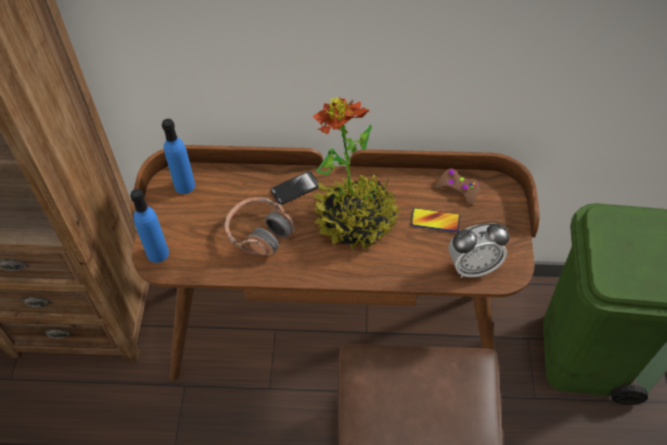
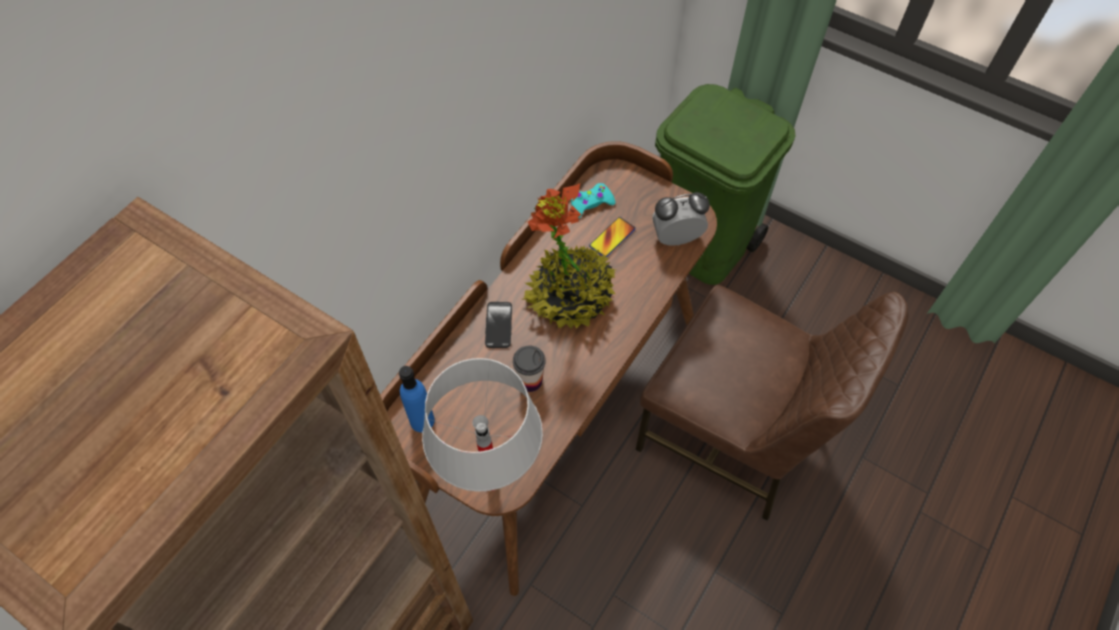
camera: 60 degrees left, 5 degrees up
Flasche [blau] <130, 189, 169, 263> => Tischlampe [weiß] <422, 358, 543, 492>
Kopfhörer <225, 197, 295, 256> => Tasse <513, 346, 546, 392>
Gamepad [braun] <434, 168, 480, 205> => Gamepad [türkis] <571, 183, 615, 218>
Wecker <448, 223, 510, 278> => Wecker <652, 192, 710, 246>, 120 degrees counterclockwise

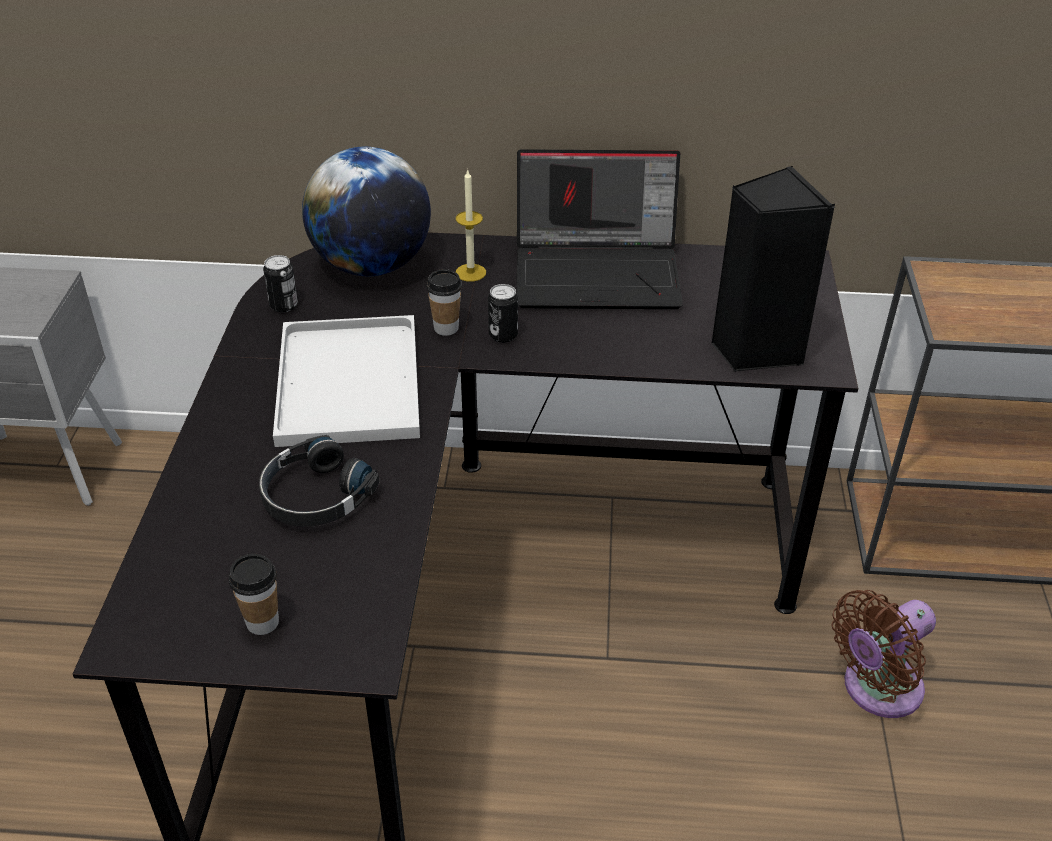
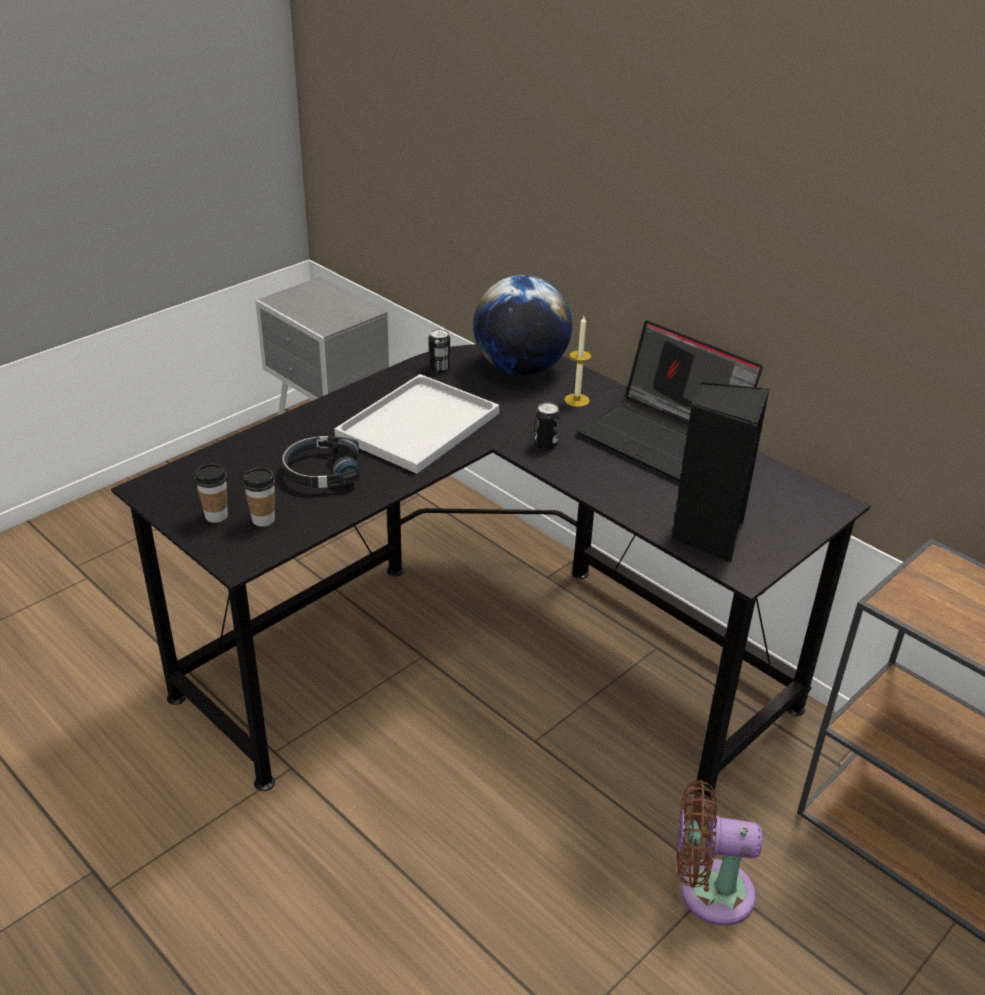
camera: 40 degrees right, 5 degrees down
Tasse <426, 269, 462, 336> => Tasse <243, 468, 275, 527>, relocated

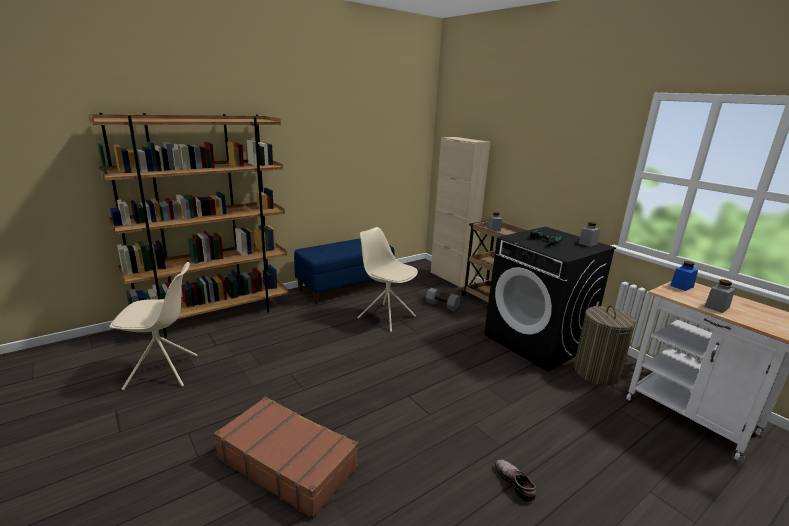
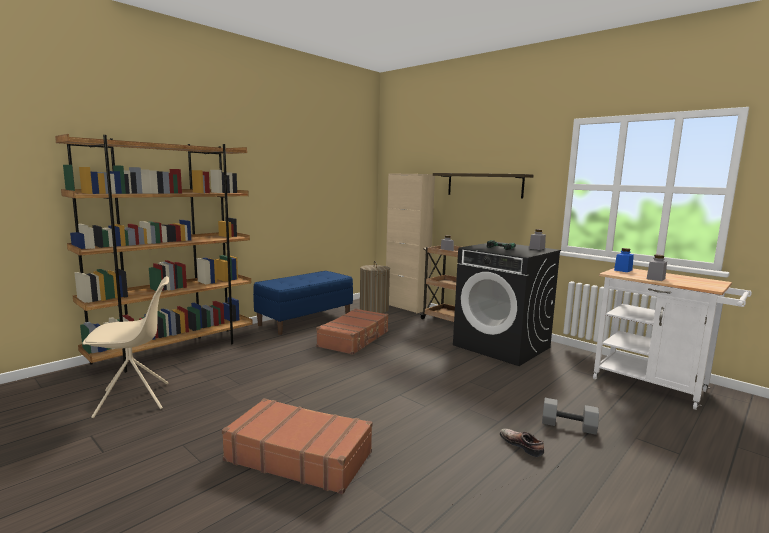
camera: 10 degrees left, 10 degrees down
Stuhl [beige] <357, 227, 418, 332> => Koffer [braun] <316, 308, 389, 355>
Wäschekorb <574, 306, 636, 386> => Wäschekorb <360, 261, 390, 313>, relocated
nothing => Wandregal <433, 173, 533, 199>
Hantel [grau] <426, 288, 460, 311> => Hantel [grau] <542, 398, 599, 435>, relocated

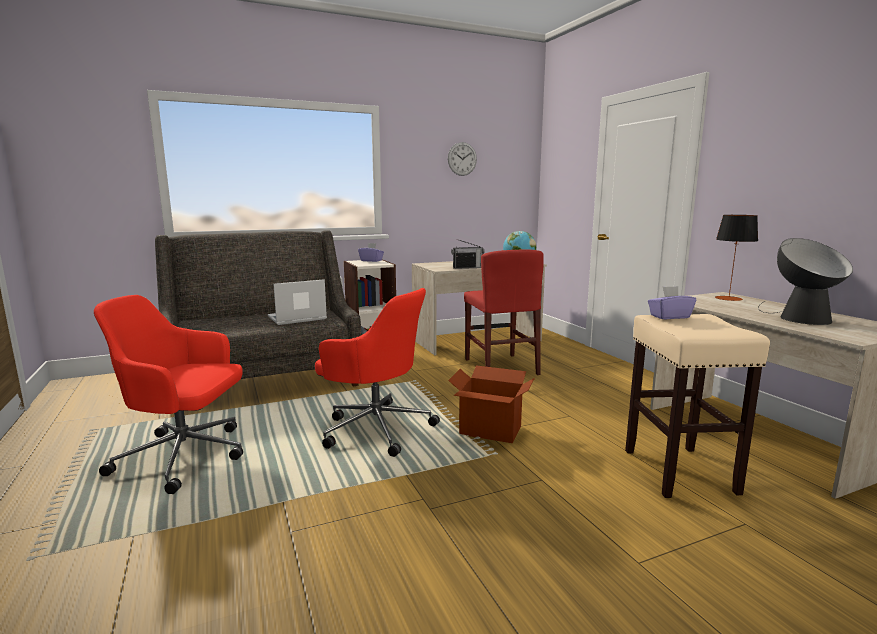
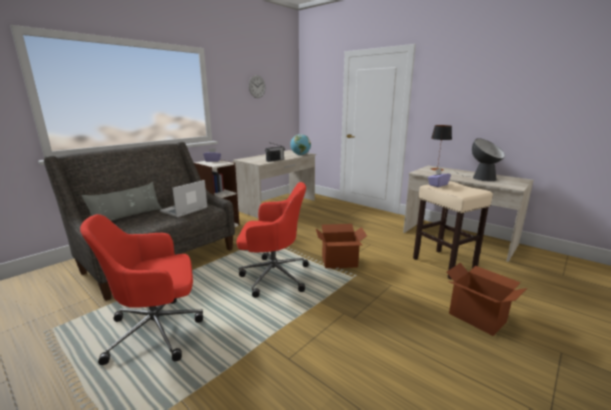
camera: 25 degrees left, 5 degrees up
nothing => Kissen [grau] <81, 182, 162, 221>
nothing => Karton <447, 263, 527, 336>
Stuhl [rot] <464, 249, 544, 375> => nothing

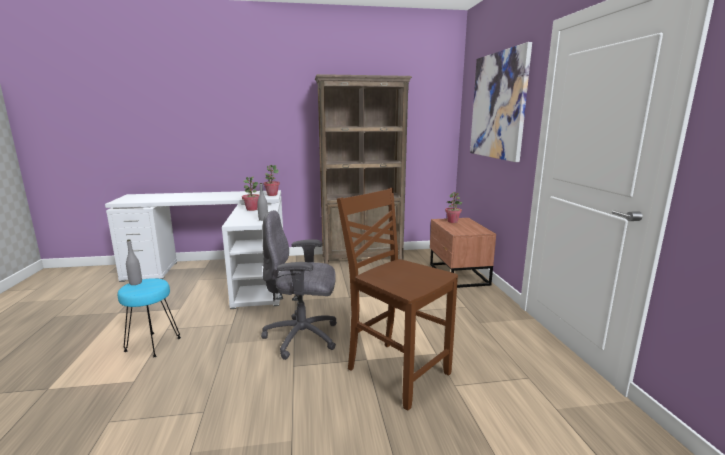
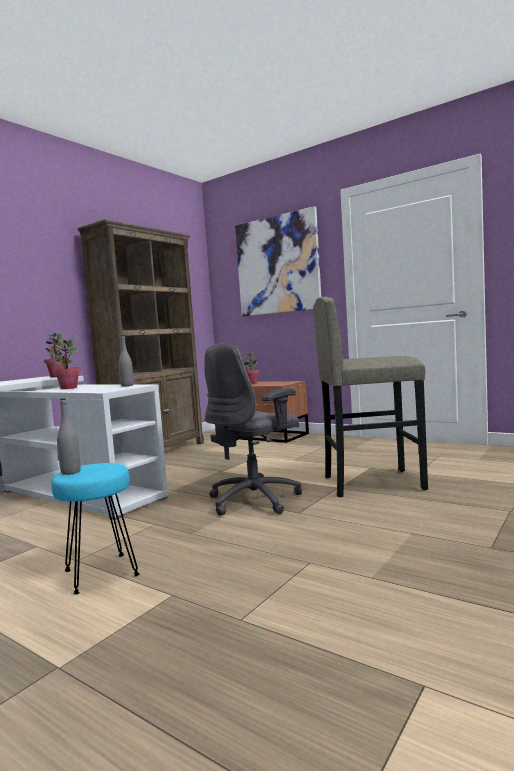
camera: 45 degrees left, 10 degrees down
Stuhl [braun] <337, 188, 458, 411> => Hocker [grau] <313, 297, 428, 497>

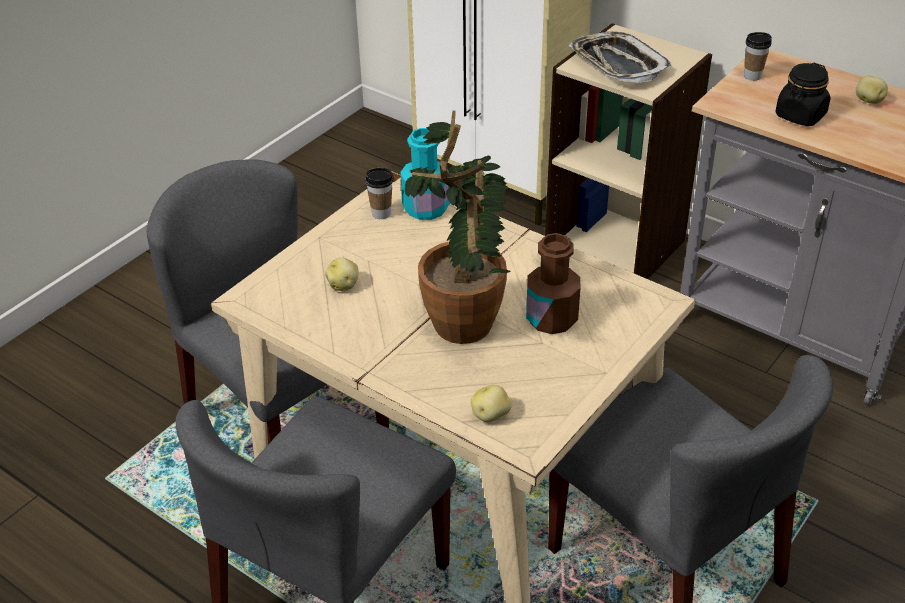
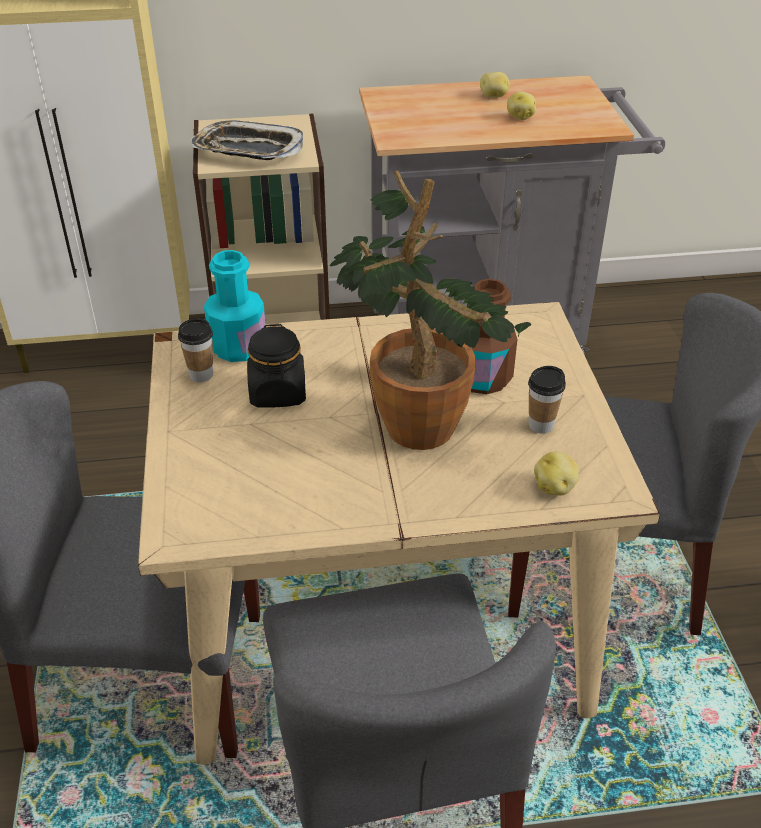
camera: 45 degrees left, 0 degrees up
Vorratsglas [schwarz] <775, 63, 830, 126> => Vorratsglas [schwarz] <247, 324, 306, 408>, relocated
Kartoffel <325, 257, 359, 291> => Kartoffel <507, 92, 536, 120>, relocated
Tasse <744, 32, 772, 81> => Tasse <528, 366, 566, 434>, relocated

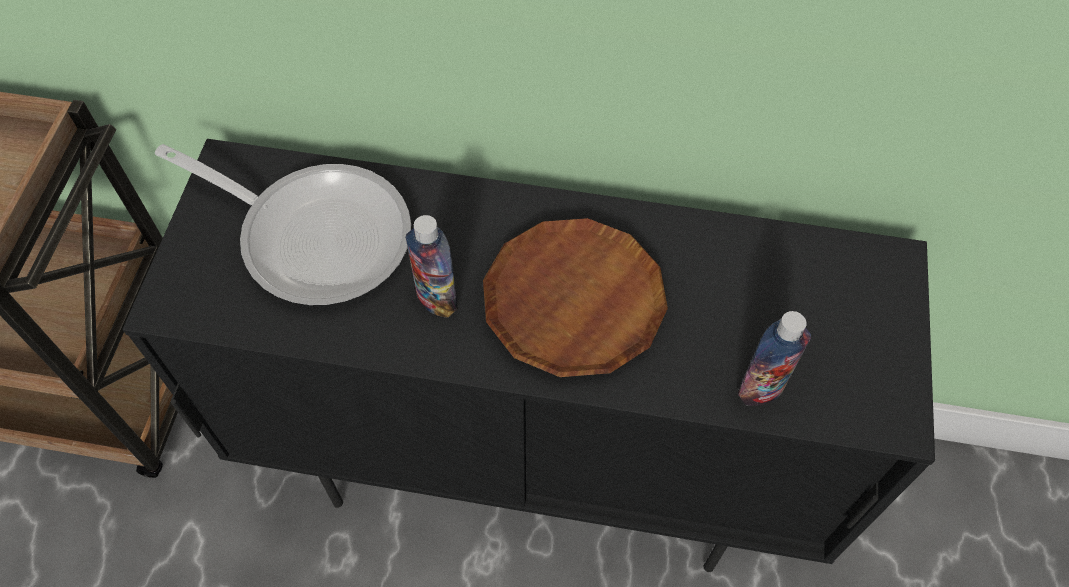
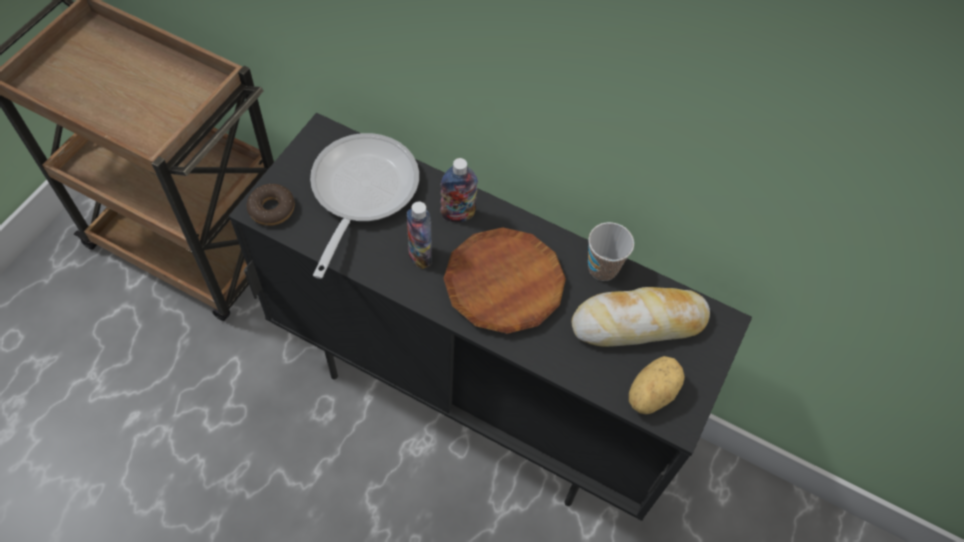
camera: 15 degrees right, 0 degrees up
nothing => Donut <247, 184, 295, 226>
Pfanne <155, 144, 411, 305> => Pfanne <310, 133, 419, 279>, 120 degrees counterclockwise
Flasche <737, 311, 811, 406> => Flasche <440, 158, 478, 222>, relocated
nothing => Brot <572, 287, 710, 347>
nothing => Tasse <588, 222, 634, 281>
nothing => Kartoffel <629, 356, 685, 414>

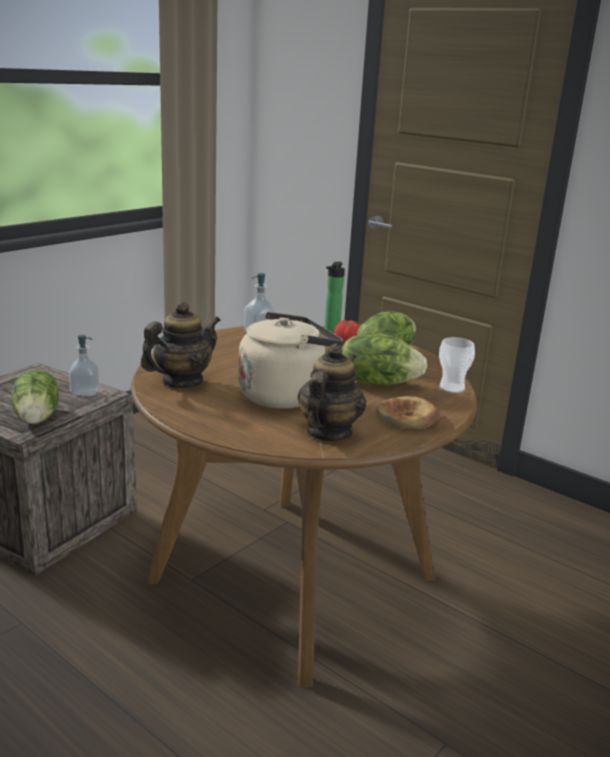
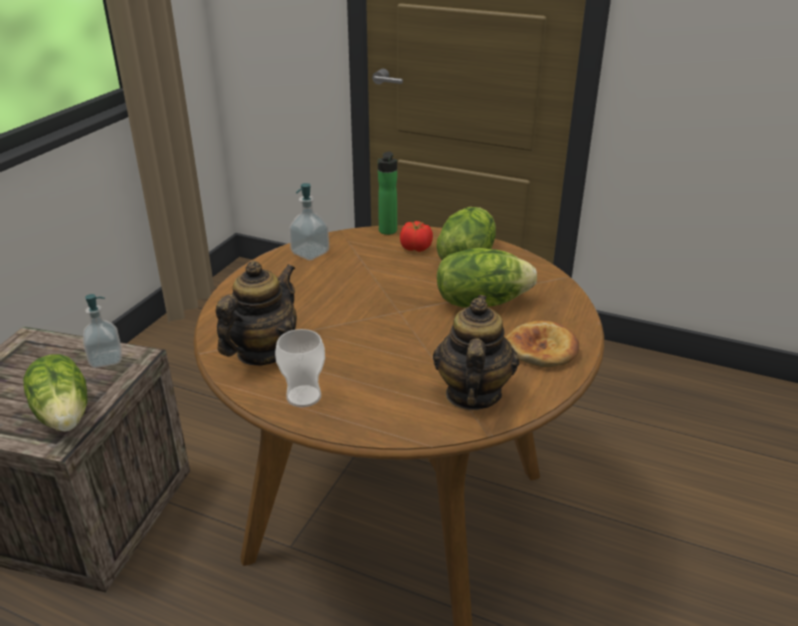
camera: 15 degrees left, 10 degrees up
Tasse <439, 337, 475, 393> => Tasse <275, 329, 325, 407>, relocated
Wasserkessel [beige] <238, 312, 343, 409> => nothing

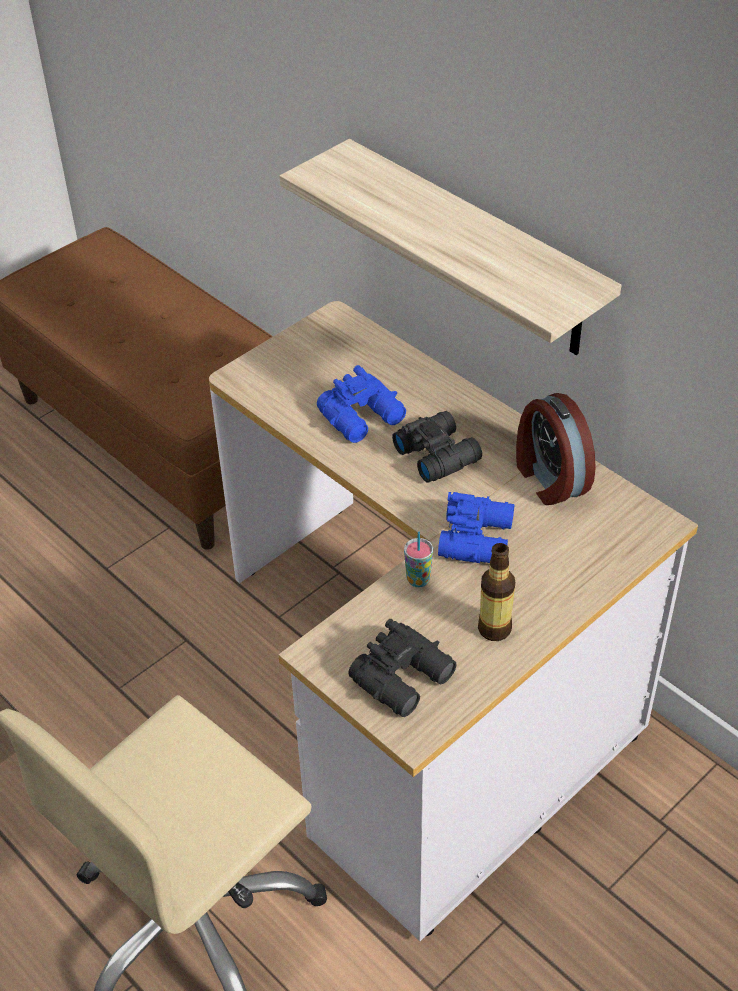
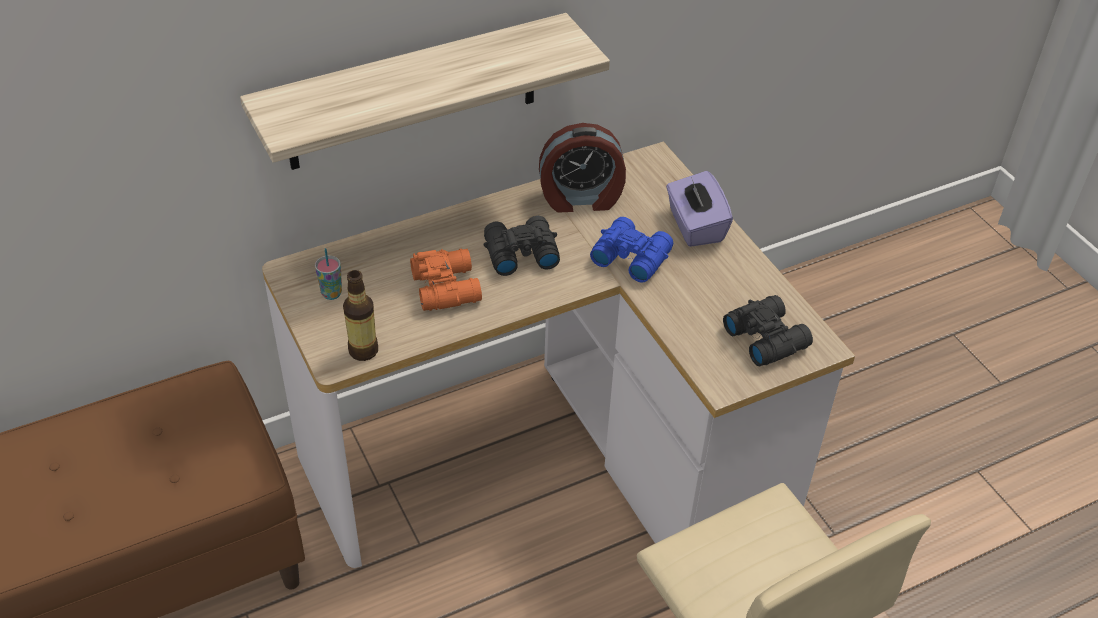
camera: 75 degrees left, 0 degrees up
Tasse <404, 532, 433, 587> => Tasse <315, 248, 342, 300>, relocated
Flasche <478, 543, 515, 641> => Flasche <343, 270, 378, 361>, relocated
Fernglas [blau] <317, 365, 406, 443> => Fernglas [orange] <410, 249, 482, 311>
nothing => Taschentuchbox [lila] <666, 171, 733, 247>

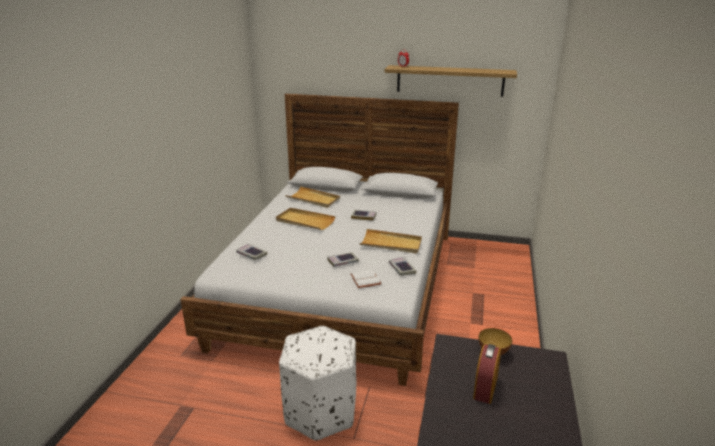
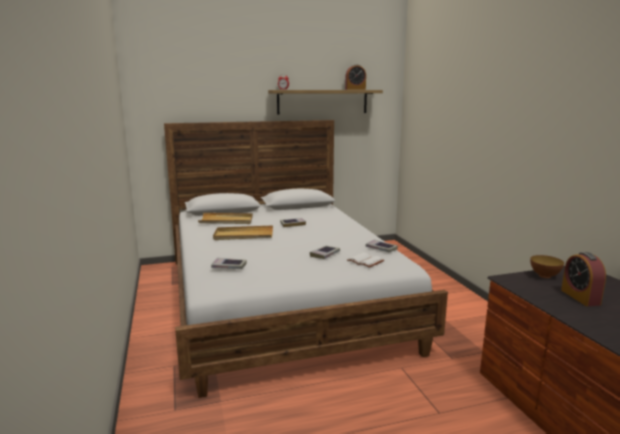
camera: 30 degrees left, 10 degrees down
nothing => Wecker <345, 64, 366, 90>
Polsterhocker [weiß] <279, 326, 356, 441> => nothing
Tablett [beige] <360, 229, 422, 253> => nothing

